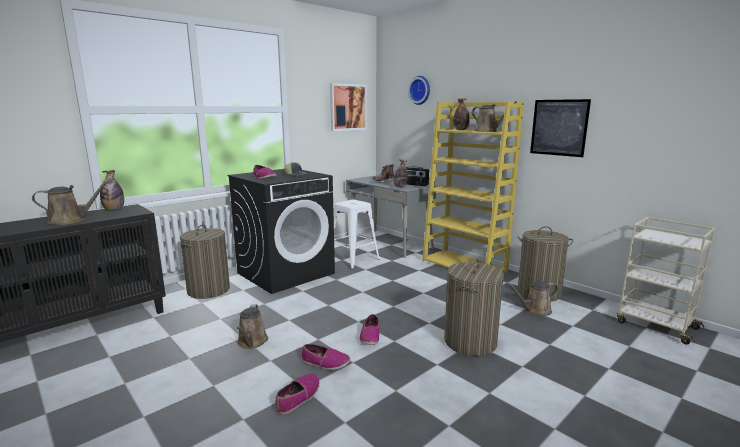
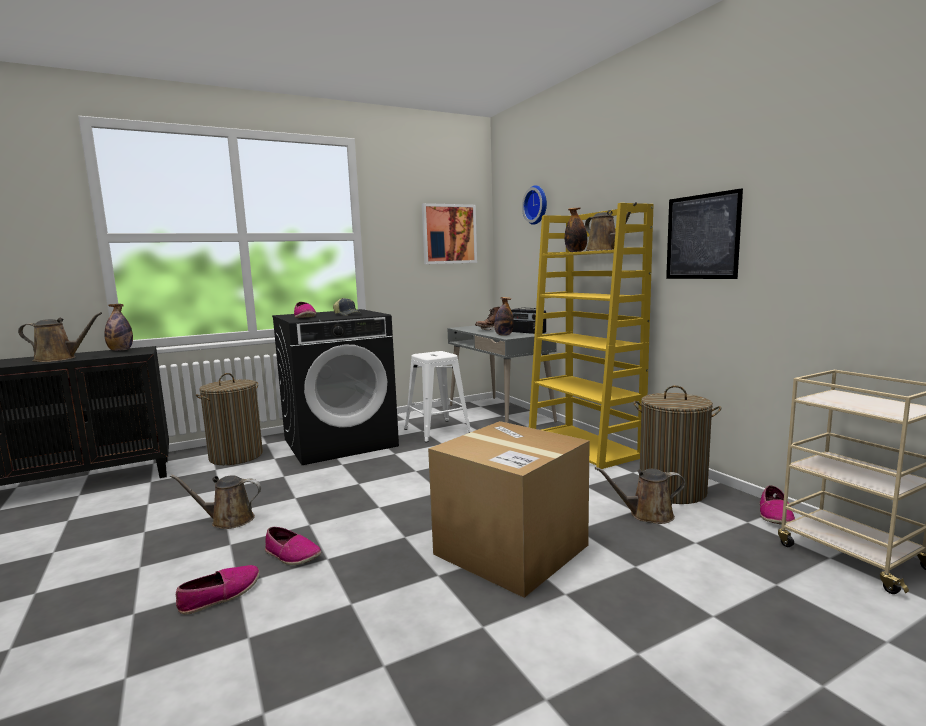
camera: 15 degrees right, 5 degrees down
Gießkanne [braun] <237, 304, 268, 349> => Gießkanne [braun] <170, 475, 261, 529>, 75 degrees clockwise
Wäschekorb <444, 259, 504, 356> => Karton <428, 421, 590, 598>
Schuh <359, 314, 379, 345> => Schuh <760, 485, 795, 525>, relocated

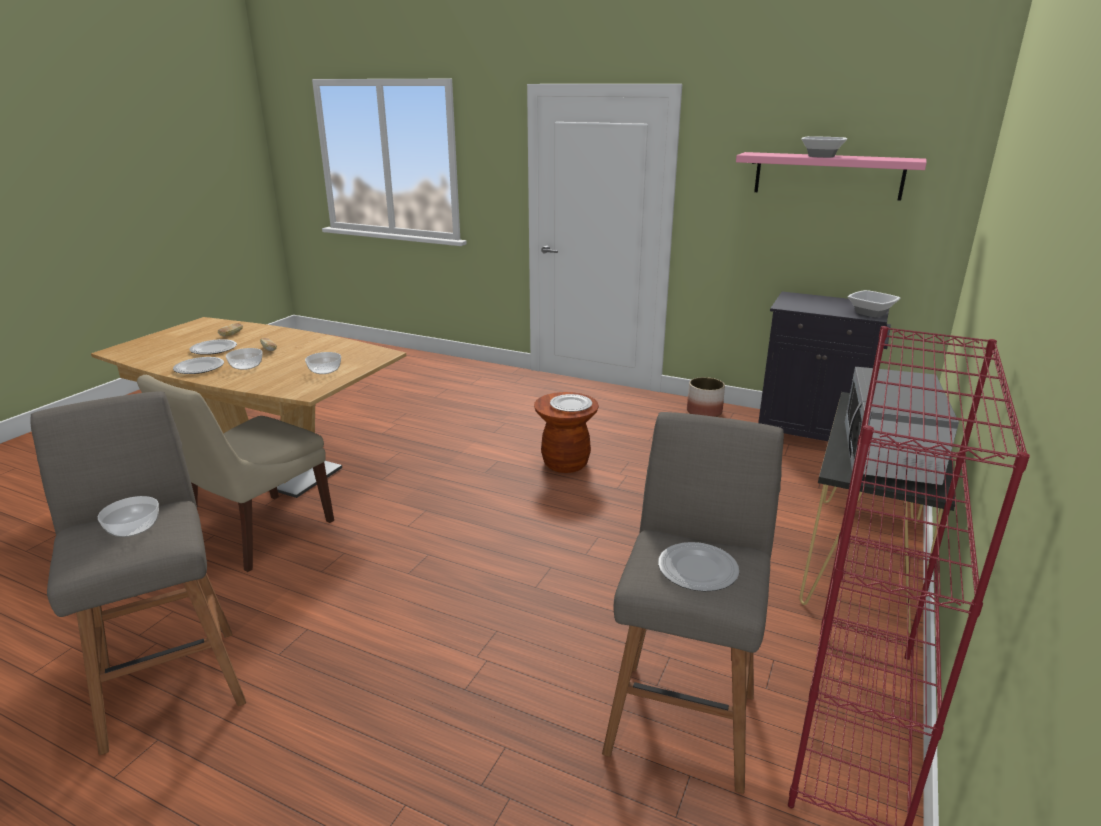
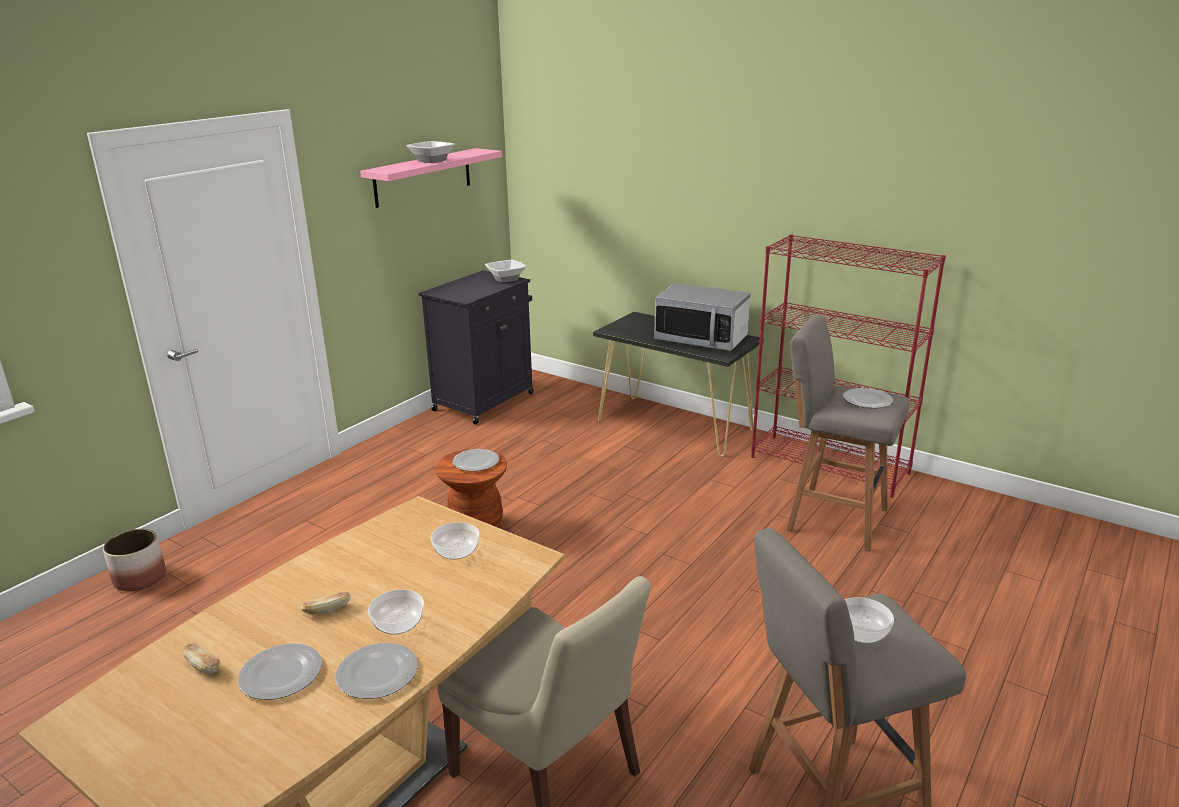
camera: 80 degrees left, 0 degrees up
Pflanzkübel <687, 377, 725, 417> => Pflanzkübel <103, 529, 166, 591>, relocated

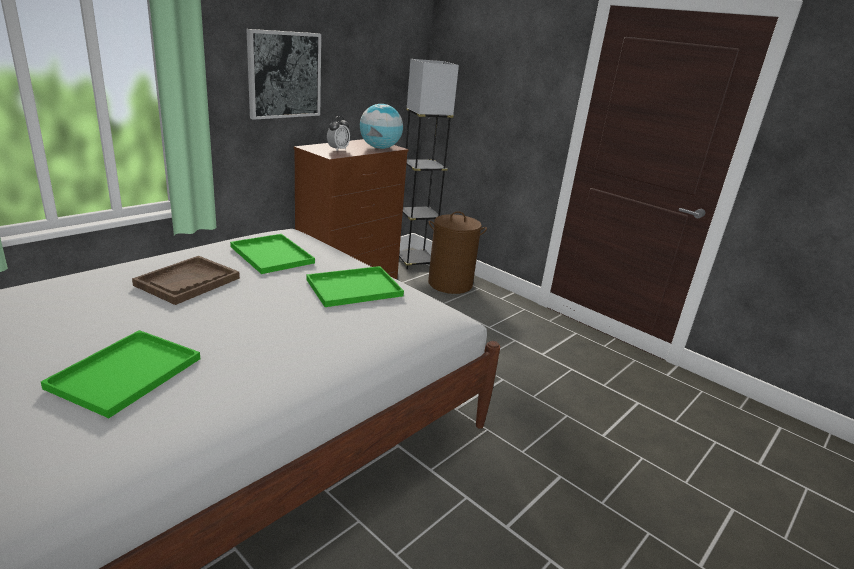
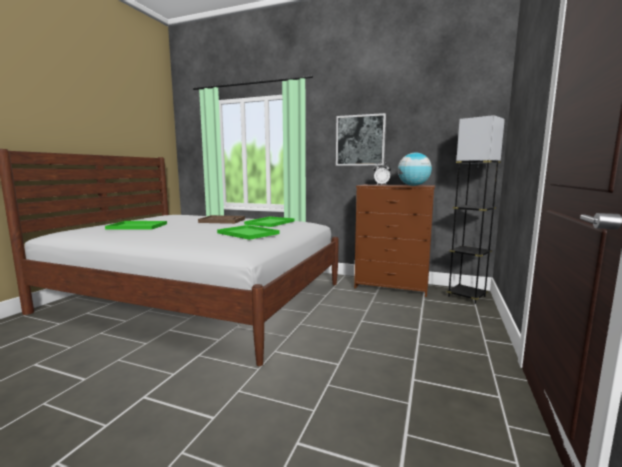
camera: 70 degrees right, 15 degrees down
Wäschekorb [braun] <428, 211, 487, 294> => nothing

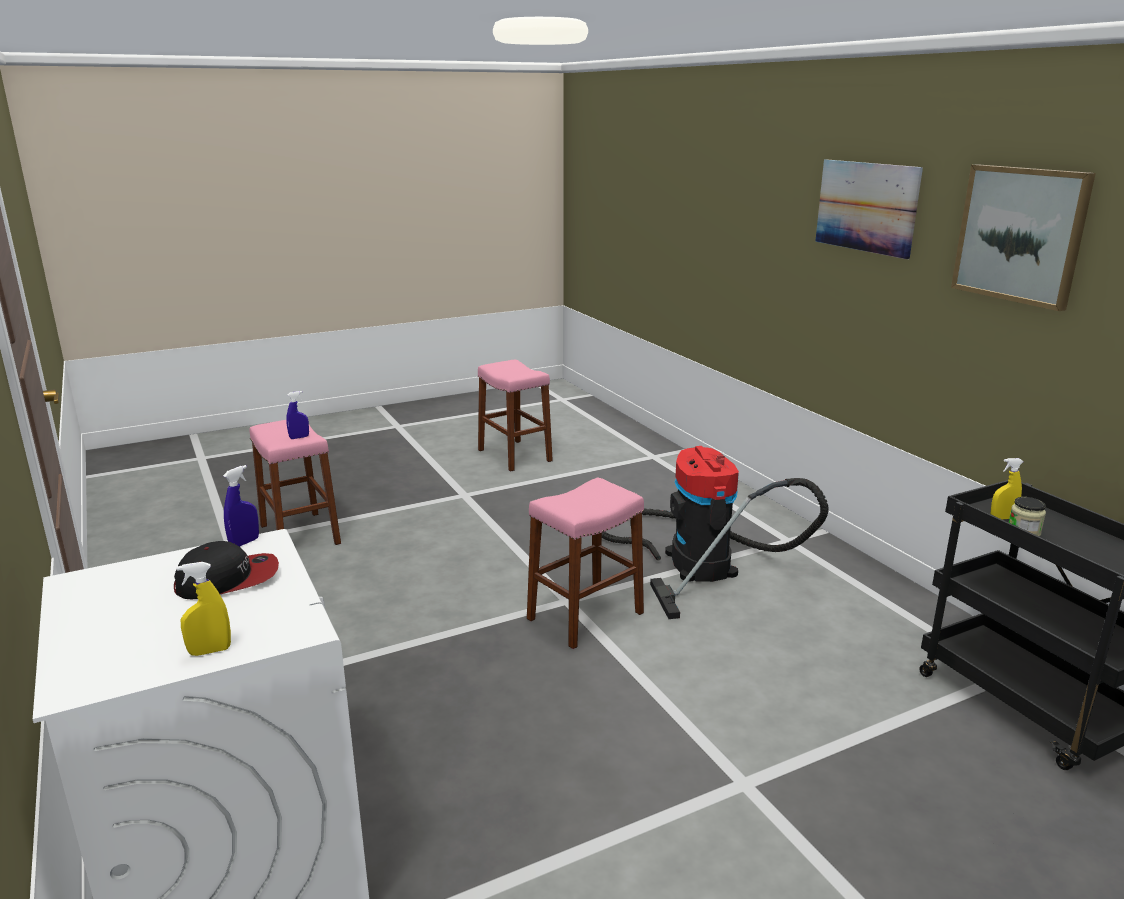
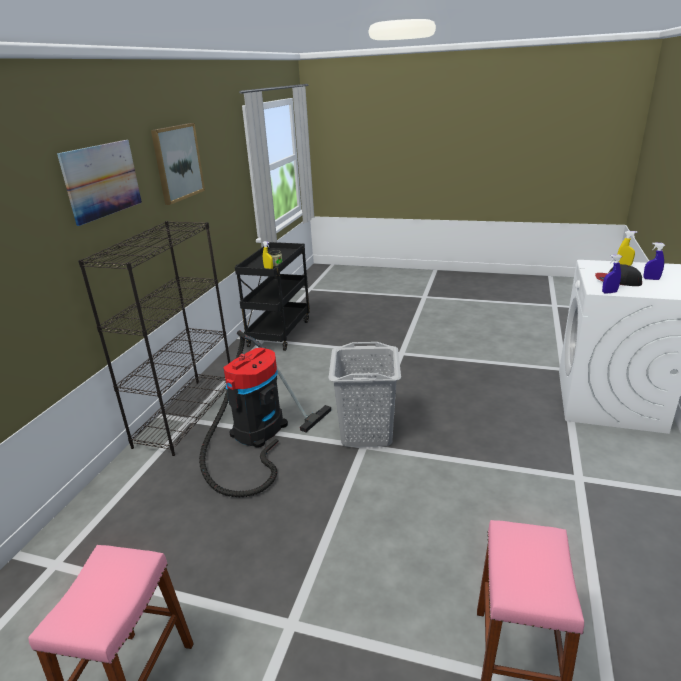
camera: 135 degrees left, 5 degrees up
nothing => Bücherregal [schwarz] <78, 221, 230, 456>
Hocker [rosa] <527, 477, 644, 649> => Wäschekorb [grau] <328, 342, 401, 447>
Sprühflasche [blau] <286, 391, 309, 439> => Sprühflasche [blau] <643, 243, 665, 280>, relocated

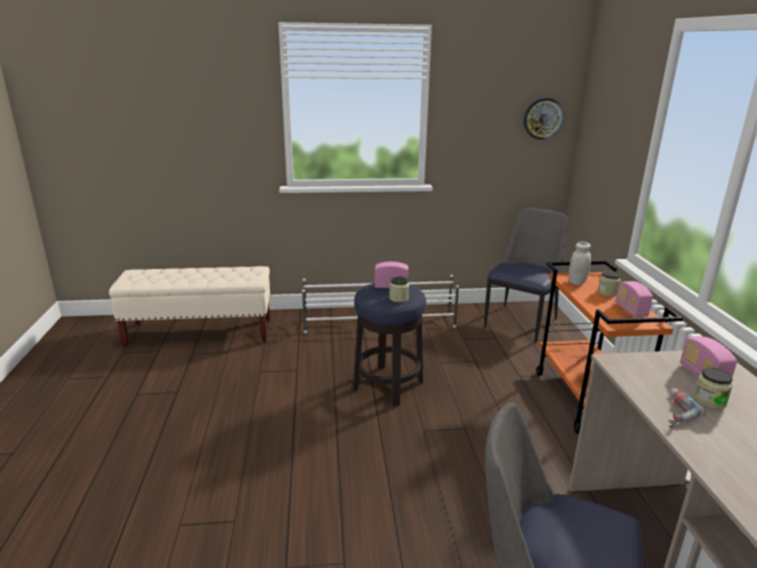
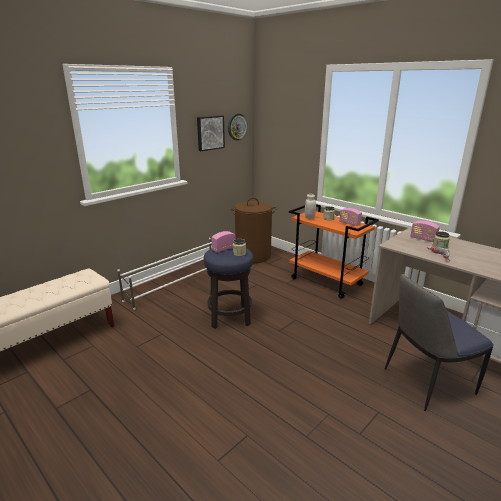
camera: 40 degrees left, 0 degrees up
nothing => Bild <197, 115, 225, 151>
Stuhl <484, 208, 568, 343> => Wäschekorb [braun] <230, 198, 277, 263>

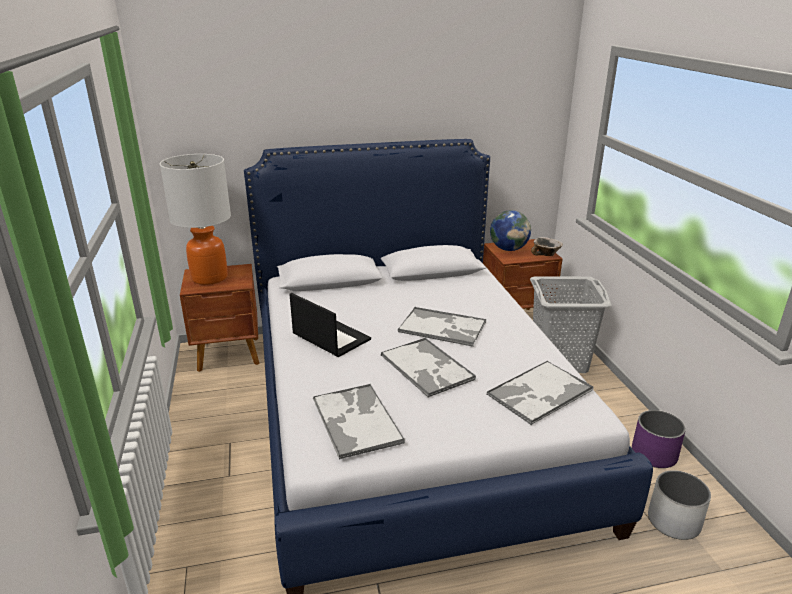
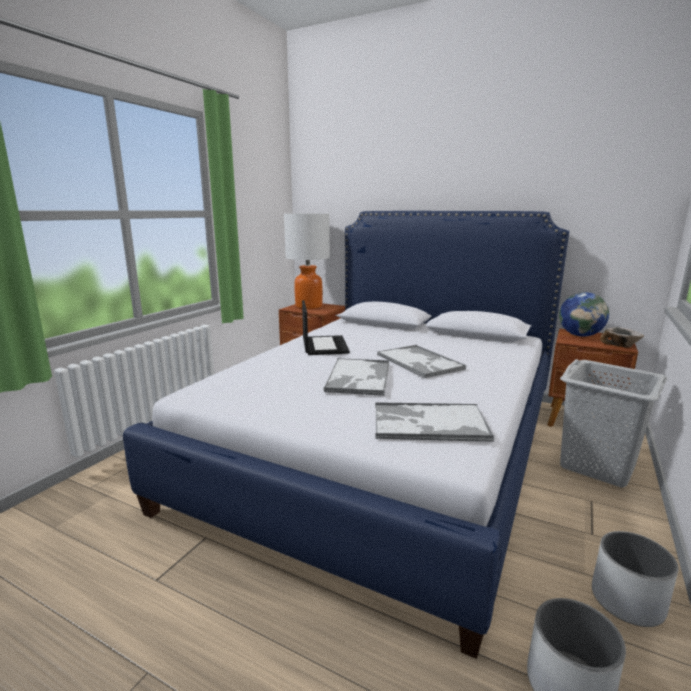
camera: 40 degrees right, 10 degrees down
Pflanzkübel [lila] <632, 410, 686, 468> => Pflanzkübel [weiß] <592, 531, 679, 627>
Tablett <313, 384, 405, 459> => nothing

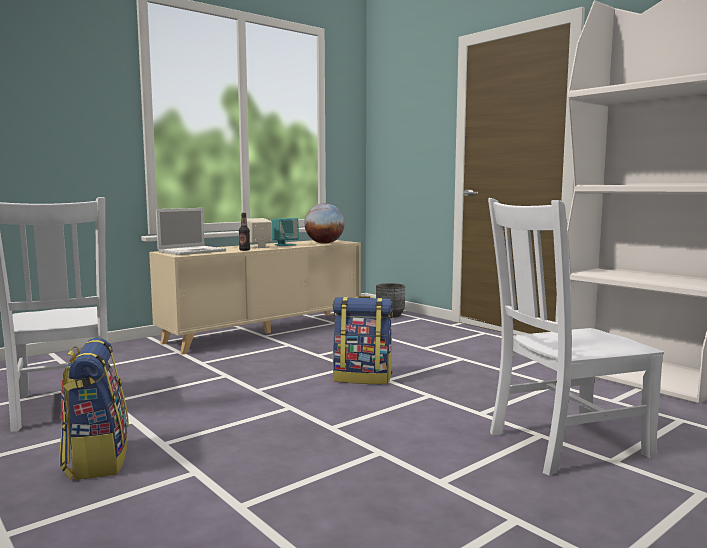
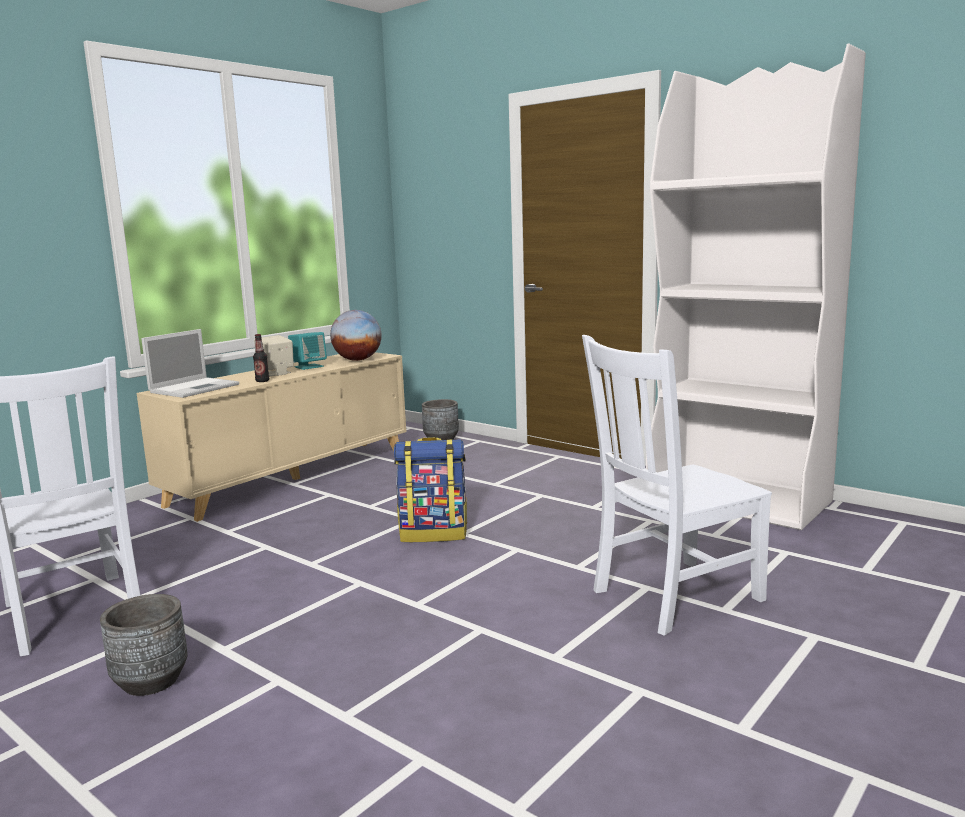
camera: 10 degrees left, 5 degrees up
Rucksack <59, 338, 129, 480> => Pflanzkübel [grau] <100, 594, 188, 696>

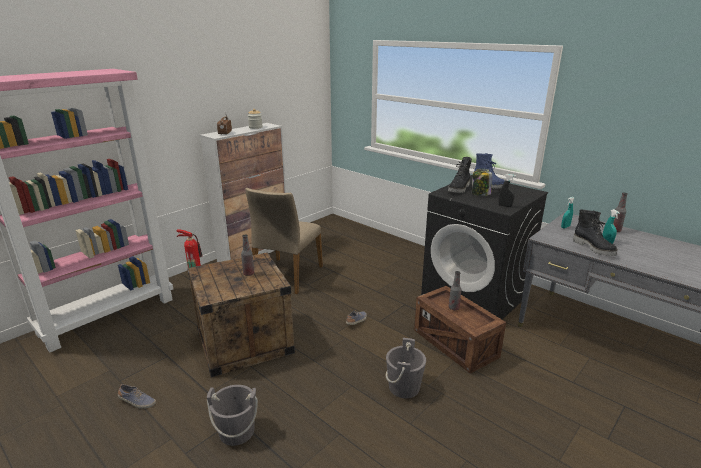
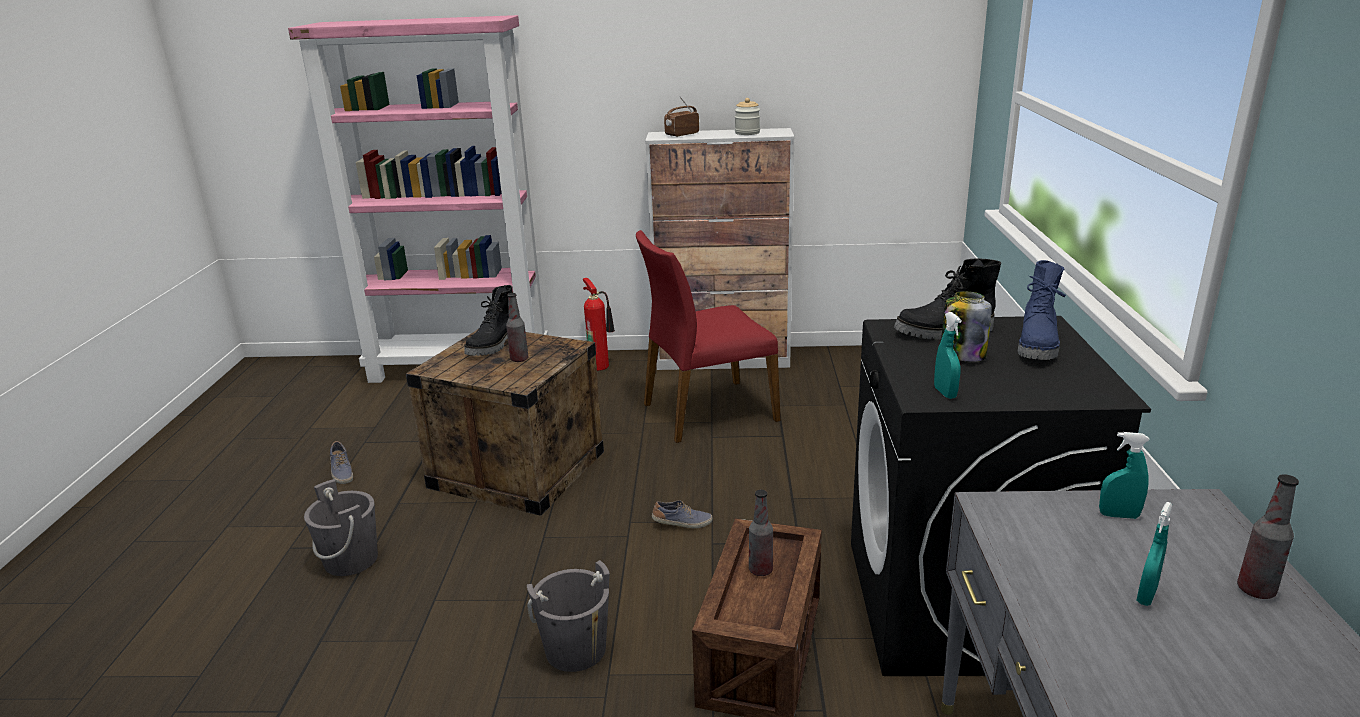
camera: 50 degrees right, 0 degrees up
Stiefel [schwarz] <573, 209, 617, 256> => Stiefel [schwarz] <464, 285, 512, 356>, relocated
Stuhl [beige] <245, 188, 323, 294> => Stuhl [rot] <636, 230, 781, 443>
Sprühflasche [schwarz] <499, 174, 516, 207> => Sprühflasche [türkis] <934, 312, 962, 399>

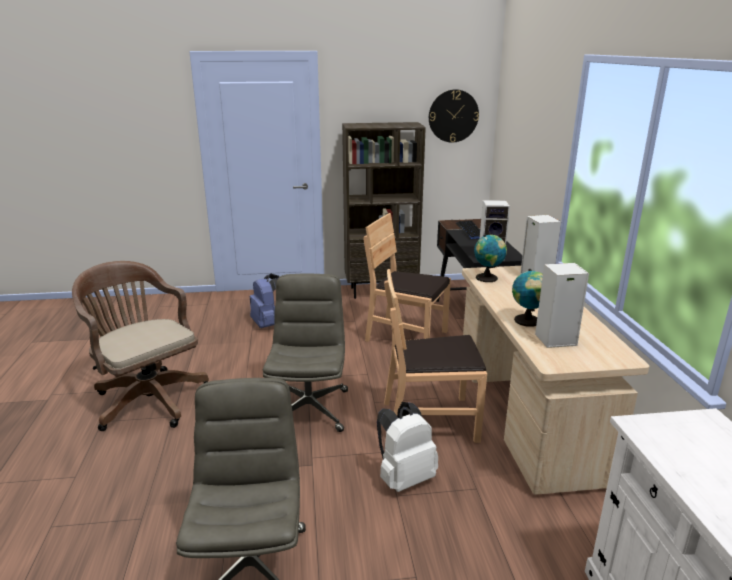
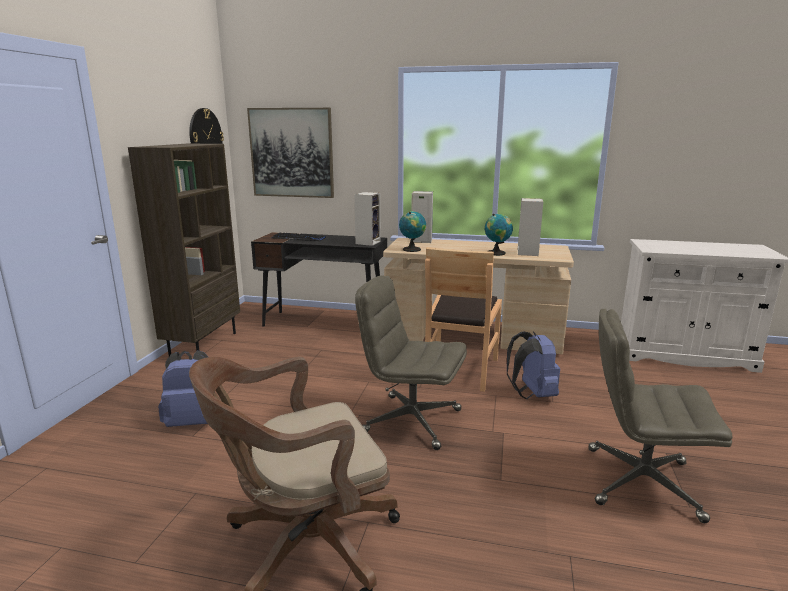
camera: 70 degrees left, 5 degrees down
nothing => Bild <247, 108, 334, 198>
Rucksack [weiß] <377, 402, 438, 492> => Rucksack [blau] <507, 331, 560, 399>
Stuhl [braun] <364, 213, 451, 342> => nothing

